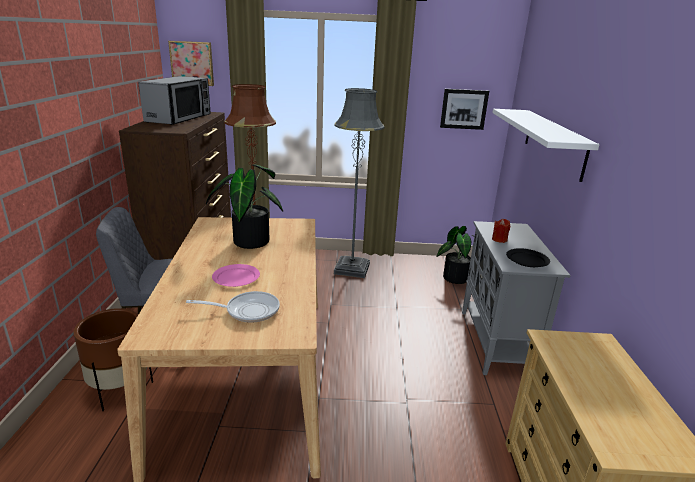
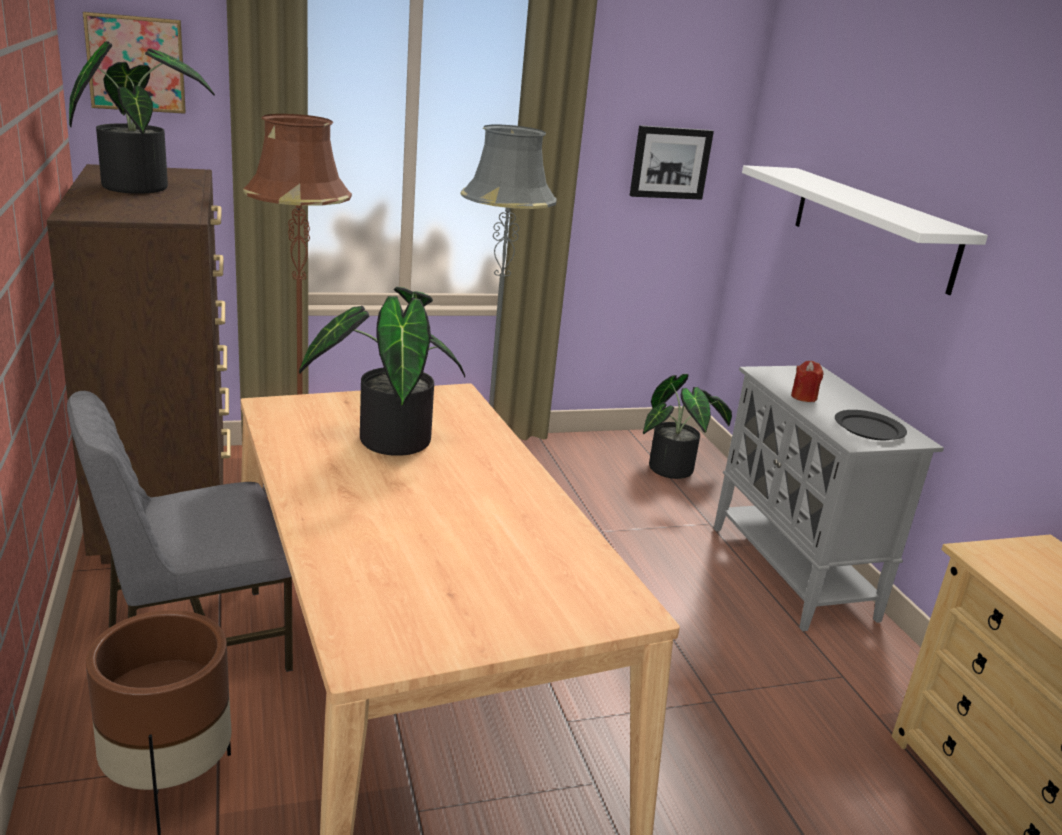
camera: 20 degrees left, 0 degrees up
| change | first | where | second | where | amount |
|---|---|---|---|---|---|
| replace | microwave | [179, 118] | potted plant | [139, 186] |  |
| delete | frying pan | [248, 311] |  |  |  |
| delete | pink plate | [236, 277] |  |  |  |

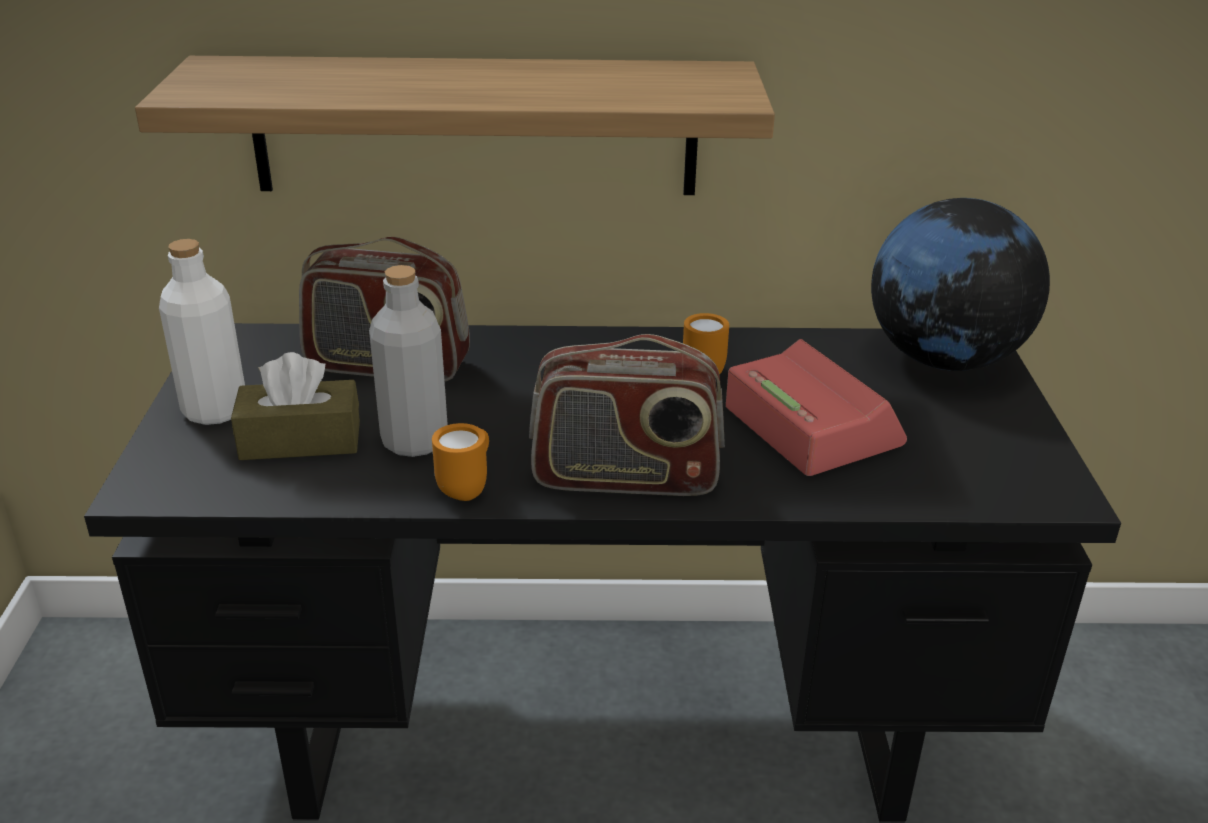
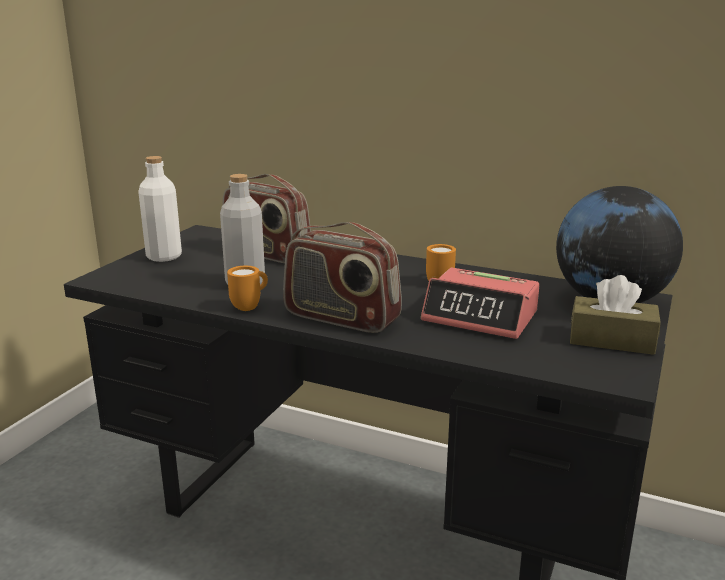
camera: 25 degrees right, 10 degrees down
| change | first | where | second | where | amount |
|---|---|---|---|---|---|
| rotate | alarm clock | [811, 426] |  | [480, 316] | 120 degrees clockwise |
| move | brown tissue box | [300, 440] |  | [611, 340] |  |
| delete | shelf | [475, 126] |  |  |  |

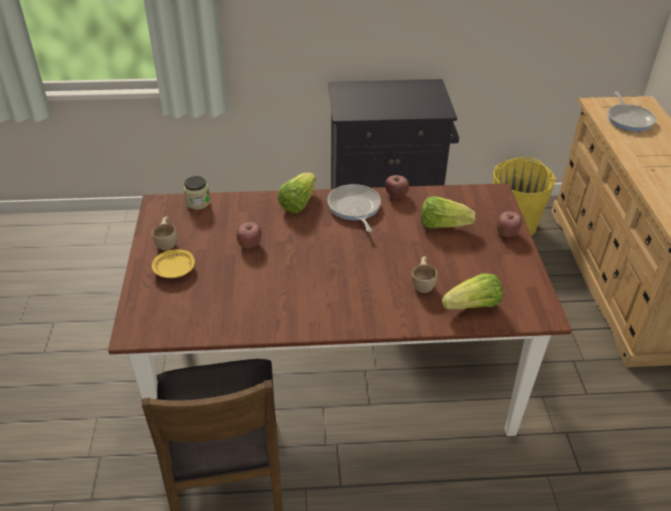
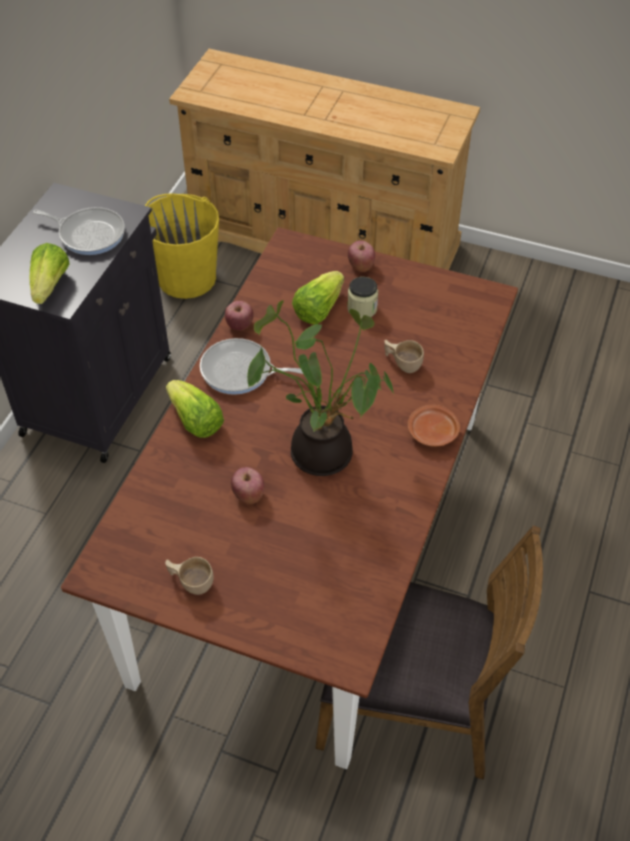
camera: 65 degrees left, 10 degrees up
| change | first | where | second | where | amount |
|---|---|---|---|---|---|
| move | lettuce | [473, 306] |  | [50, 286] |  |
| move | frying pan | [629, 119] |  | [89, 234] |  |
| insert |  |  | potted plant | [322, 450] |  |
| move | jar | [198, 202] |  | [362, 308] |  |
| insert |  |  | brown plate | [432, 432] |  |
| delete | yellow plate | [174, 270] |  |  |  |

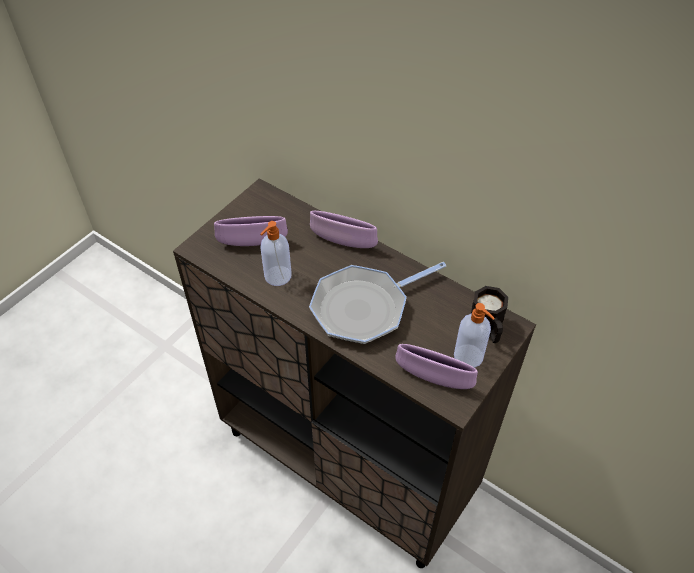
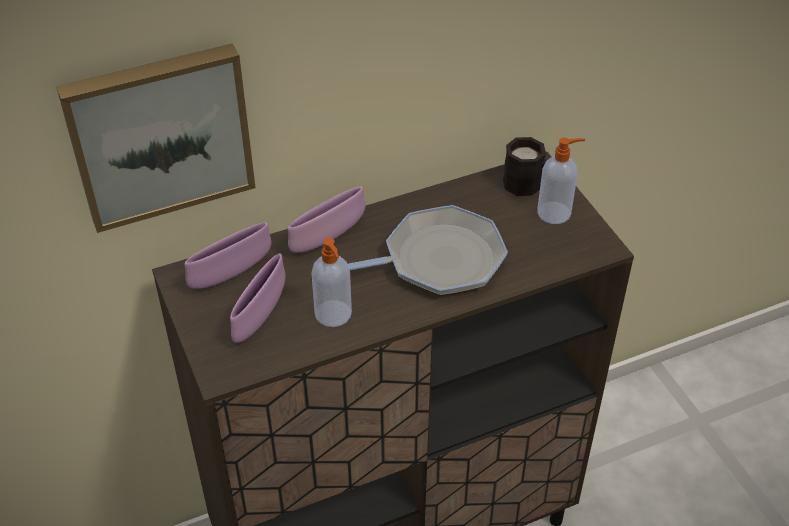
camera: 60 degrees left, 5 degrees down
| change | first | where | second | where | amount |
|---|---|---|---|---|---|
| insert |  |  | picture | [160, 134] |  |
| move | purple bowl | [433, 378] |  | [231, 274] |  |
| rotate | frying pan | [364, 308] |  | [436, 261] | 105 degrees counterclockwise |

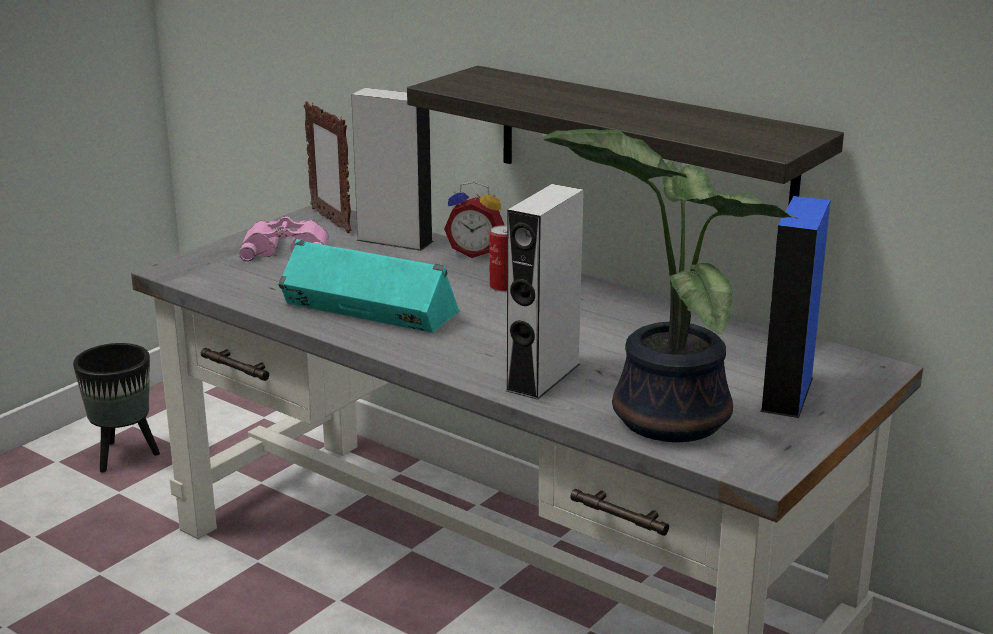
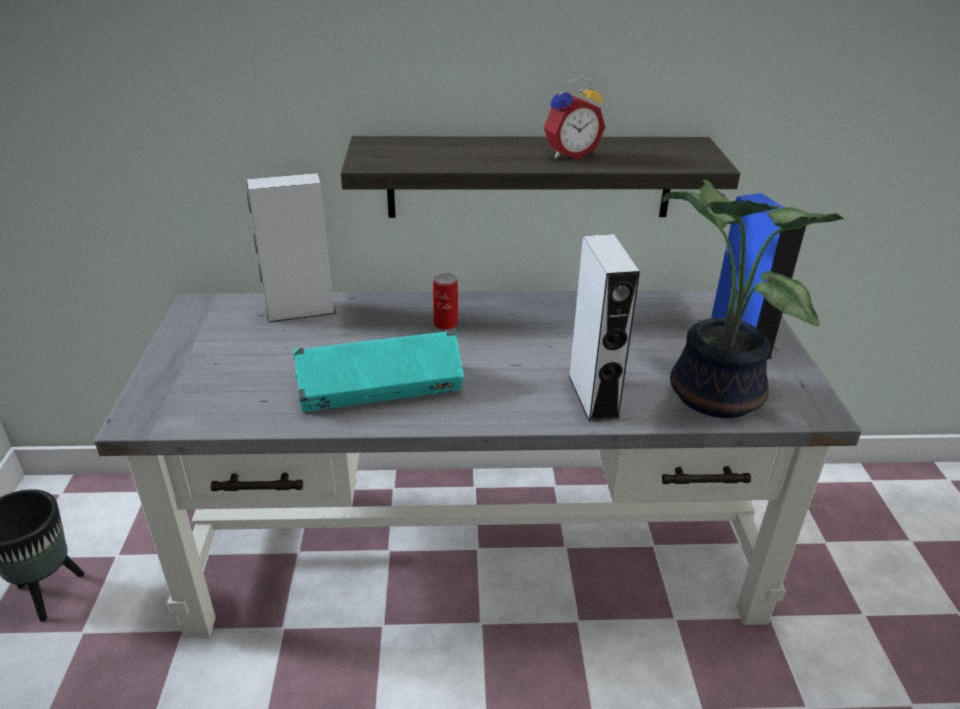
camera: 40 degrees left, 10 degrees up
| change | first | where | second | where | amount |
|---|---|---|---|---|---|
| move | alarm clock | [475, 252] |  | [569, 154] |  |
| delete | pink binoculars | [286, 248] |  |  |  |
| delete | picture frame | [330, 220] |  |  |  |

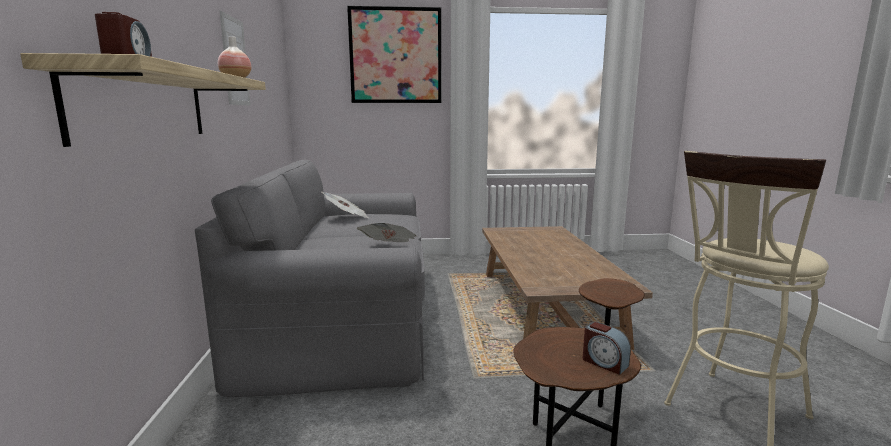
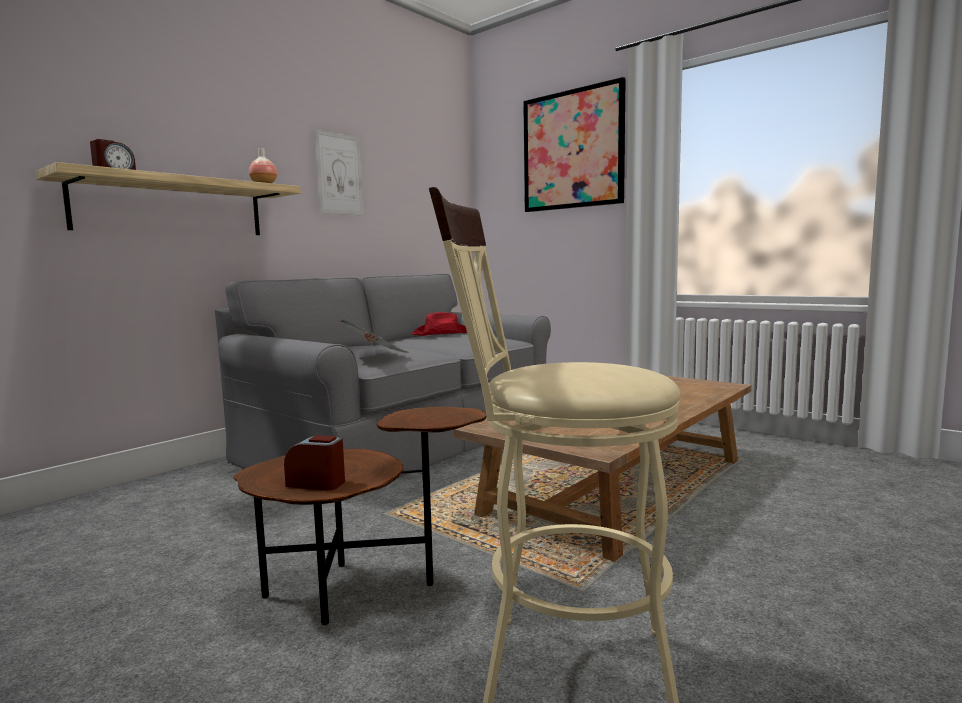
camera: 45 degrees right, 5 degrees down
| change | first | where | second | where | amount |
|---|---|---|---|---|---|
| rotate | alarm clock | [604, 362] |  | [317, 483] | 105 degrees clockwise |
| replace | newspaper | [347, 217] | red hat | [442, 334] |  |

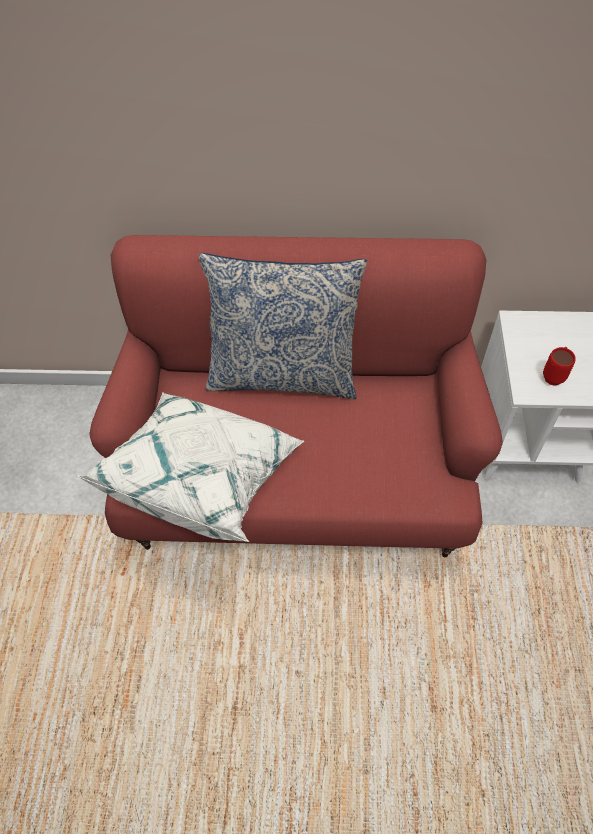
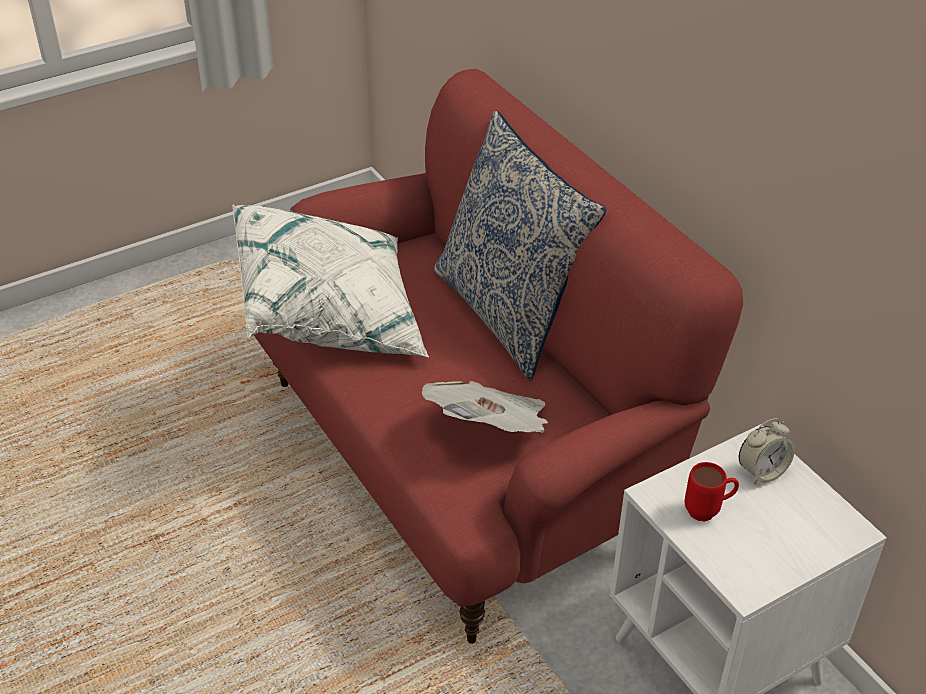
camera: 55 degrees right, 15 degrees down
| change | first | where | second | where | amount |
|---|---|---|---|---|---|
| insert |  |  | newspaper | [490, 430] |  |
| insert |  |  | alarm clock | [762, 472] |  |

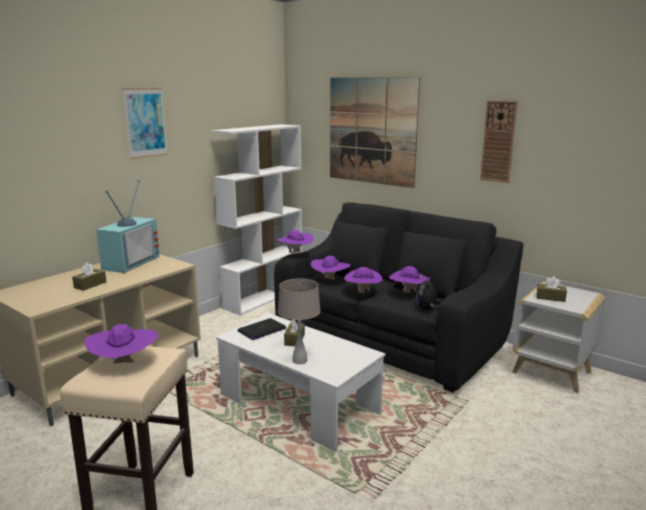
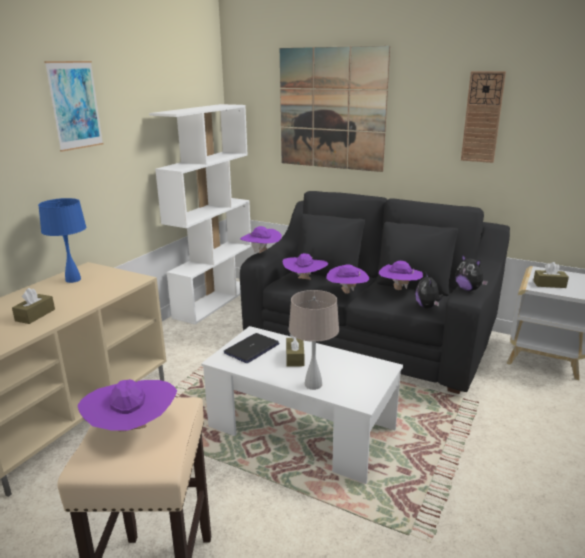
camera: 10 degrees left, 5 degrees up
| change | first | where | second | where | amount |
|---|---|---|---|---|---|
| replace | television | [129, 262] | blue table lamp | [73, 279] |  |
| insert |  |  | plush toy | [468, 289] |  |

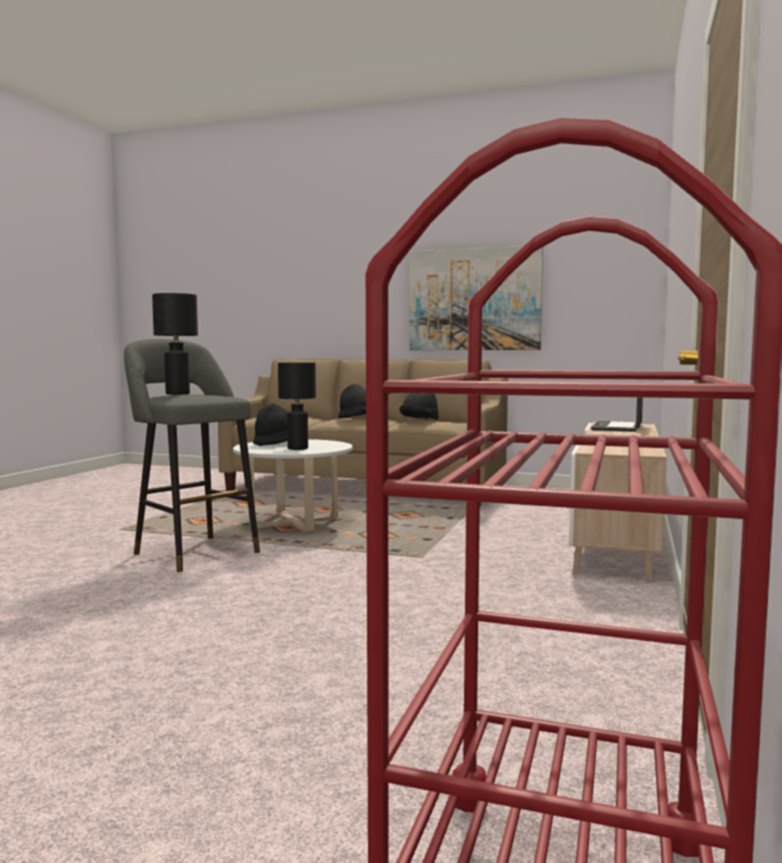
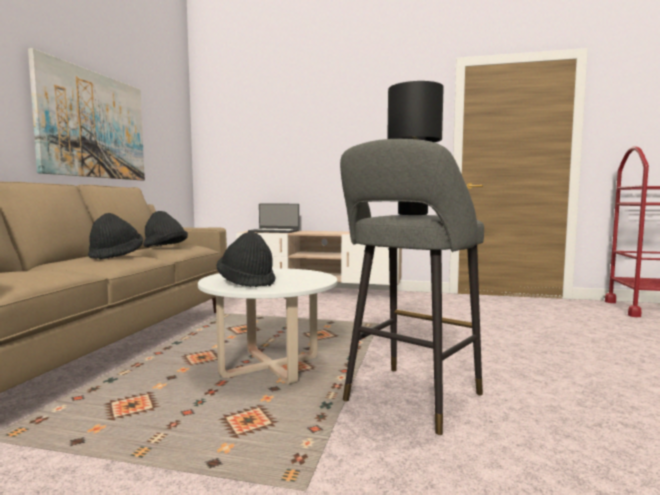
camera: 95 degrees left, 0 degrees up
| change | first | where | second | where | amount |
|---|---|---|---|---|---|
| delete | black table lamp | [298, 448] |  |  |  |

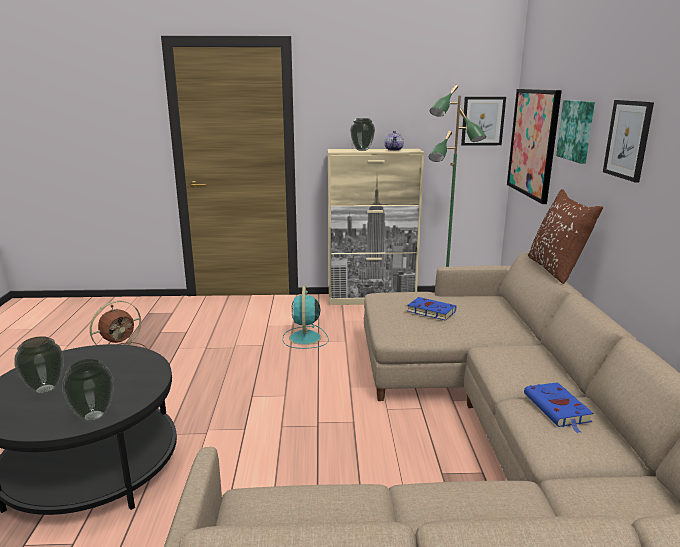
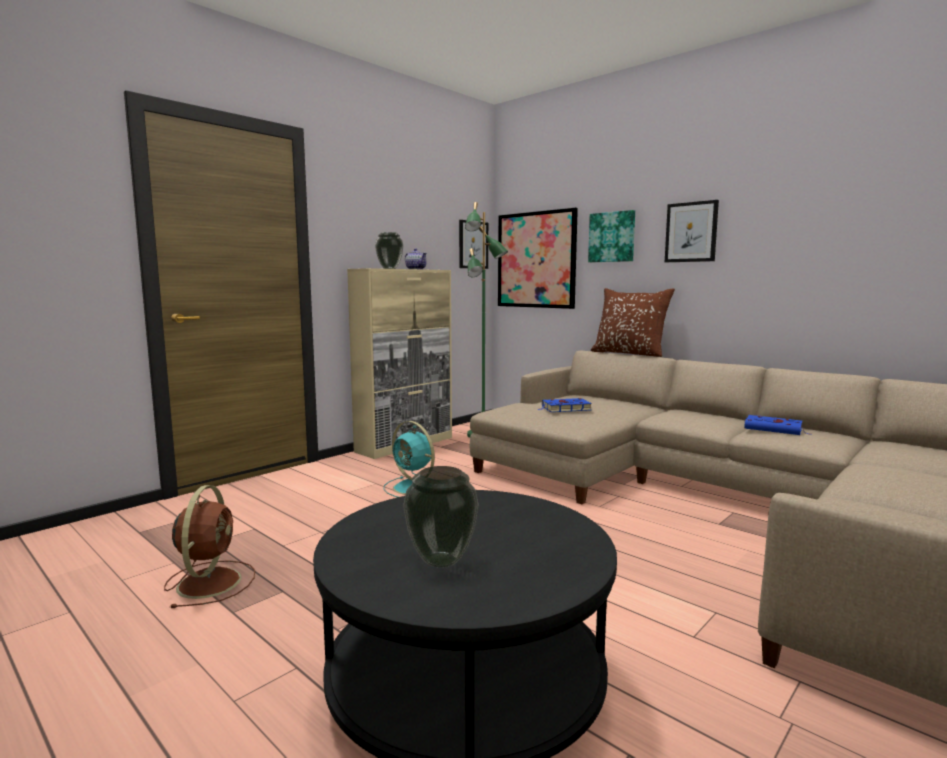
camera: 45 degrees left, 10 degrees down
| change | first | where | second | where | amount |
|---|---|---|---|---|---|
| delete | vase | [93, 416] |  |  |  |

